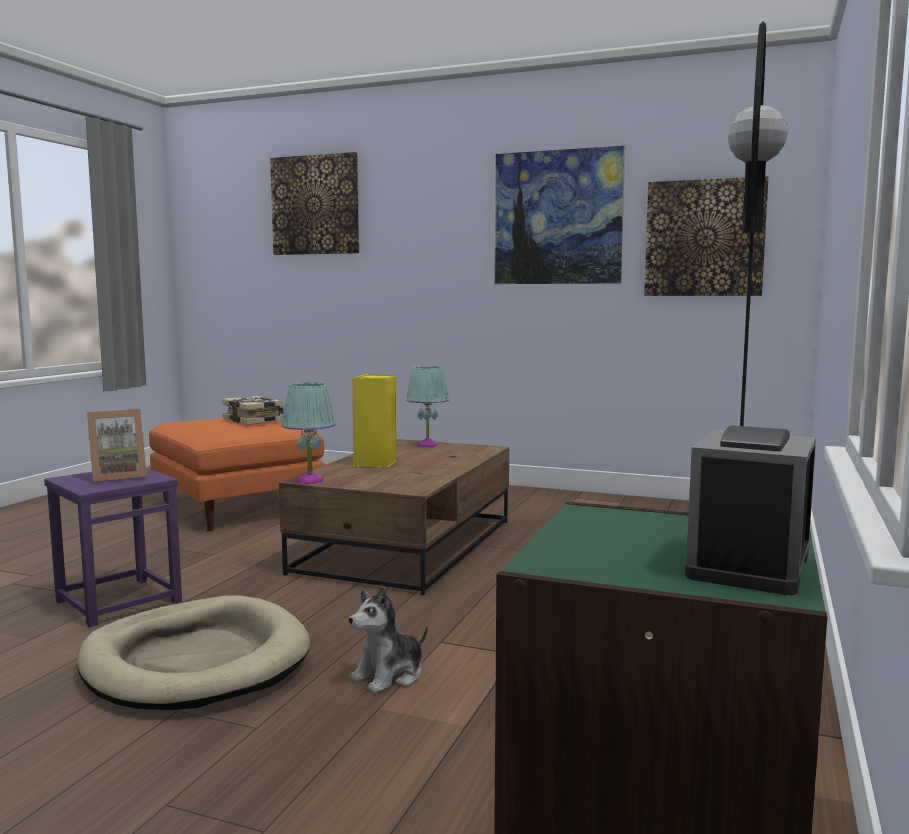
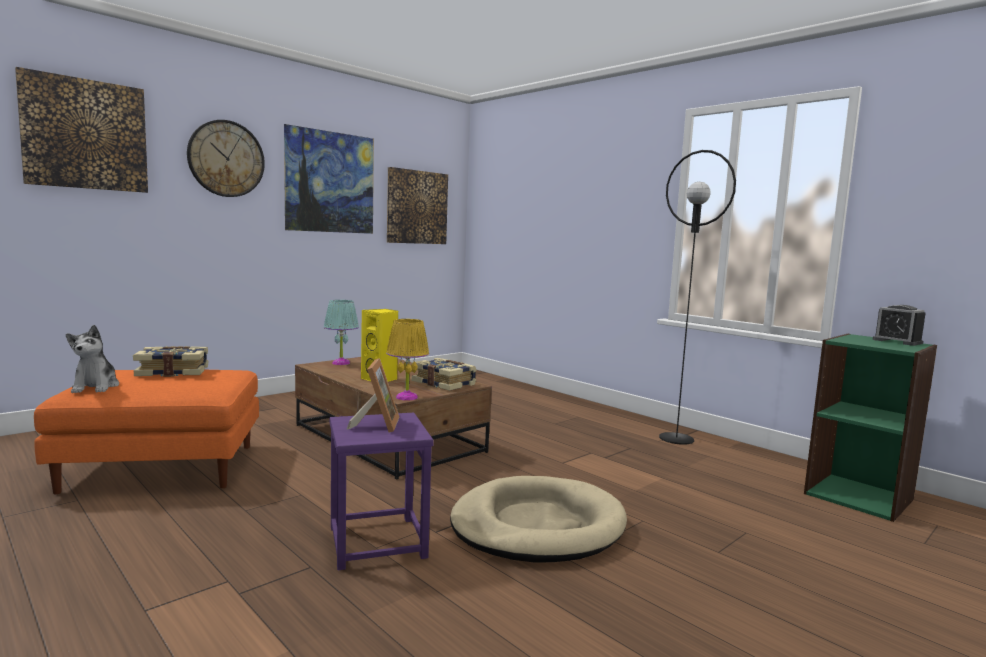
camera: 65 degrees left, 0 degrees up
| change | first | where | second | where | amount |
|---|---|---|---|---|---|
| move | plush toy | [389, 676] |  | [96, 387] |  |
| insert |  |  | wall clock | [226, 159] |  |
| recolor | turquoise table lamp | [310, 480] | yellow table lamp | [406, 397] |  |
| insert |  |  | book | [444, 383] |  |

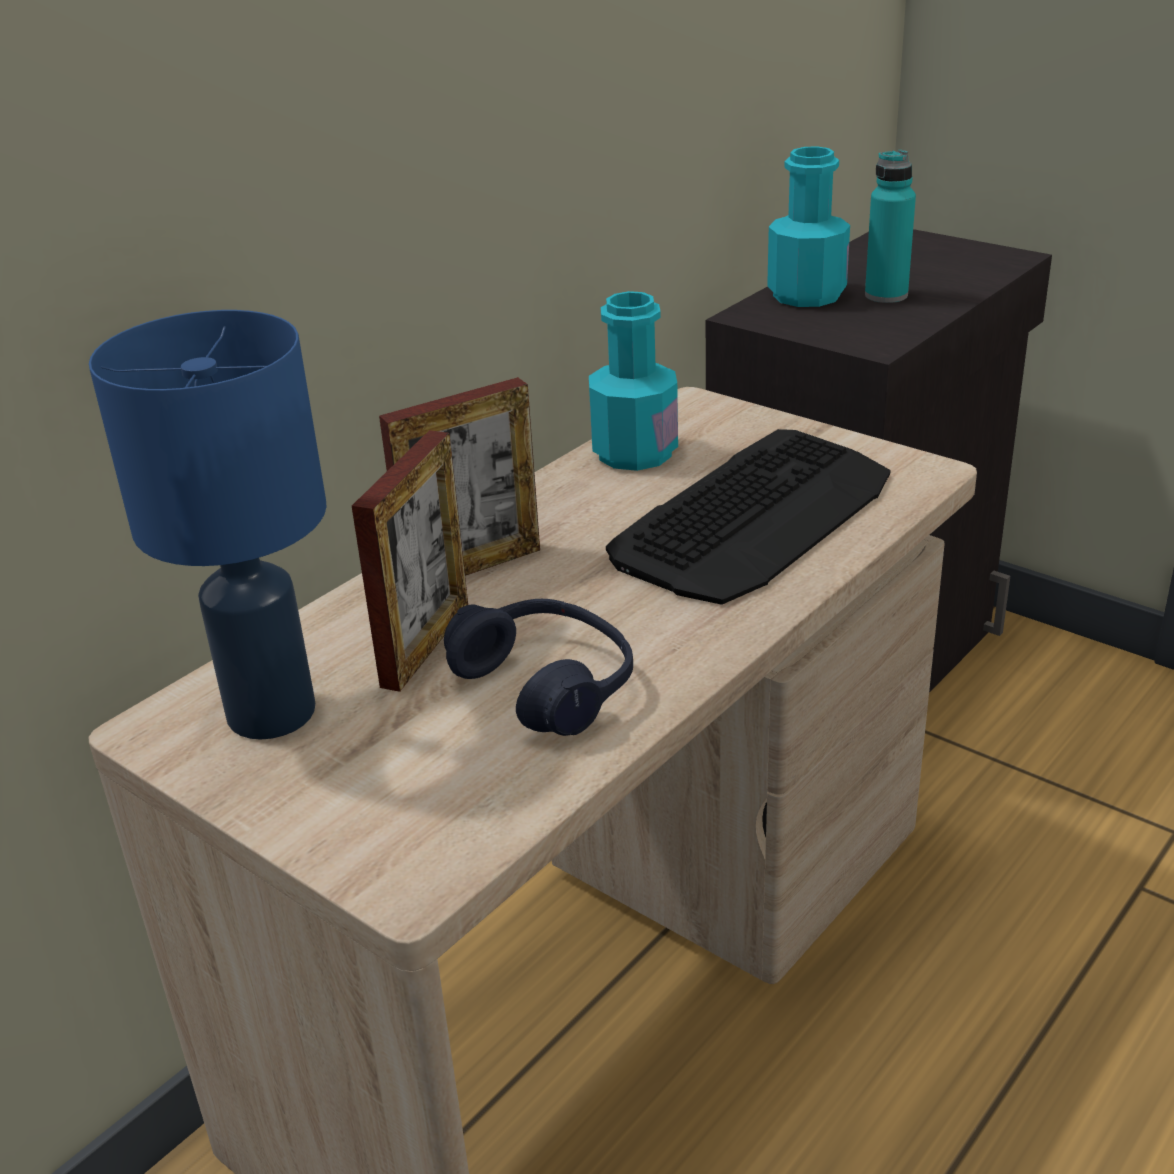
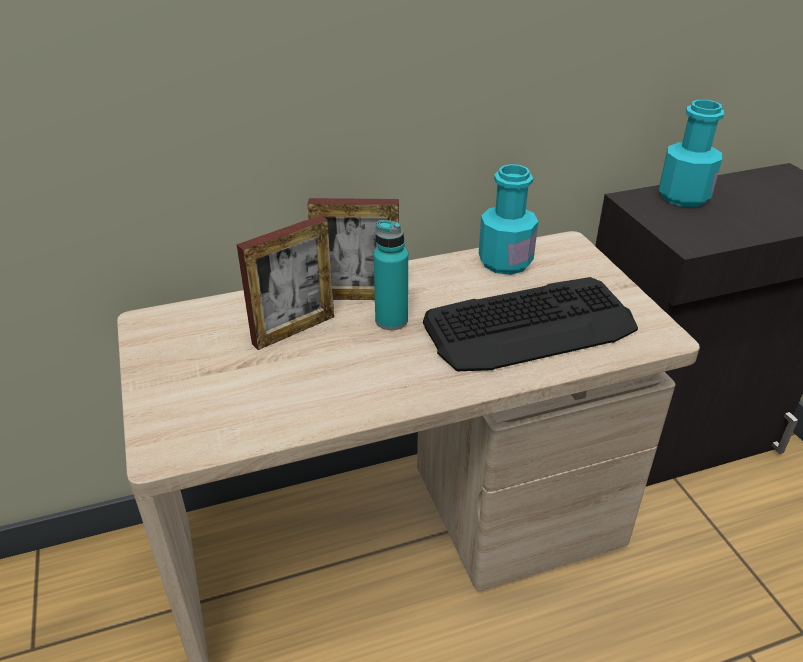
camera: 30 degrees right, 5 degrees up
| change | first | where | second | where | amount |
|---|---|---|---|---|---|
| move | turquoise bottle | [886, 295] |  | [391, 320] |  |
| delete | blue table lamp | [273, 714] |  |  |  |
| delete | blue headphones | [546, 684] |  |  |  |

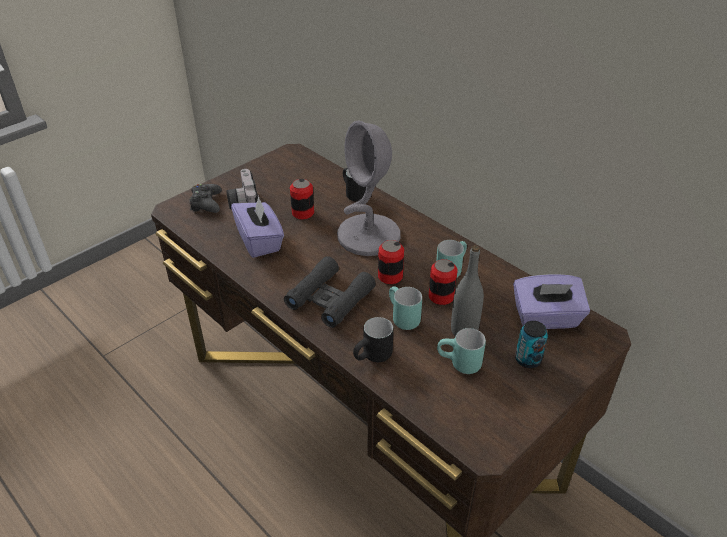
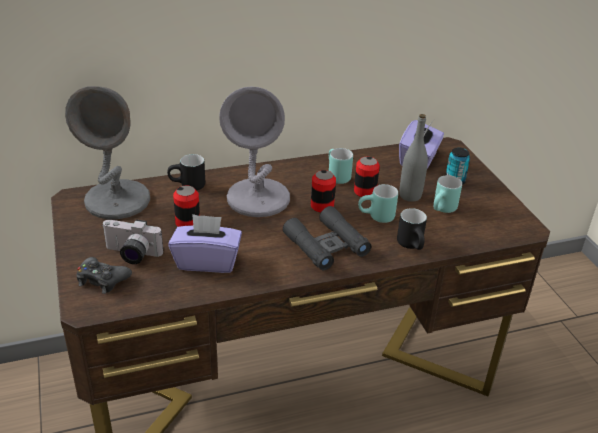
camera: 65 degrees left, 5 degrees down
| change | first | where | second | where | amount |
|---|---|---|---|---|---|
| insert |  |  | grey table lamp | [118, 200] |  |

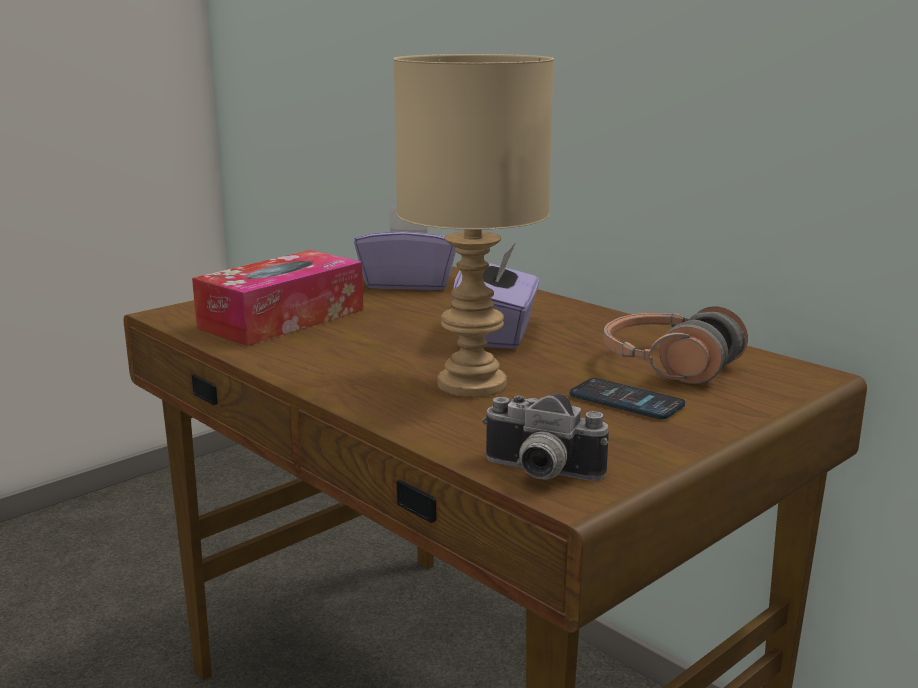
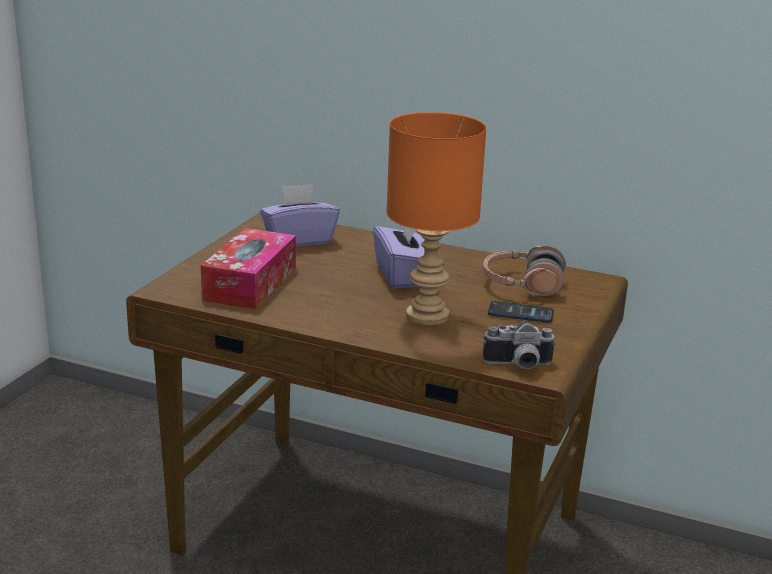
camera: 25 degrees left, 5 degrees up
| change | first | where | second | where | amount |
|---|---|---|---|---|---|
| recolor | beige table lamp | [468, 384] | orange table lamp | [425, 316] |  |

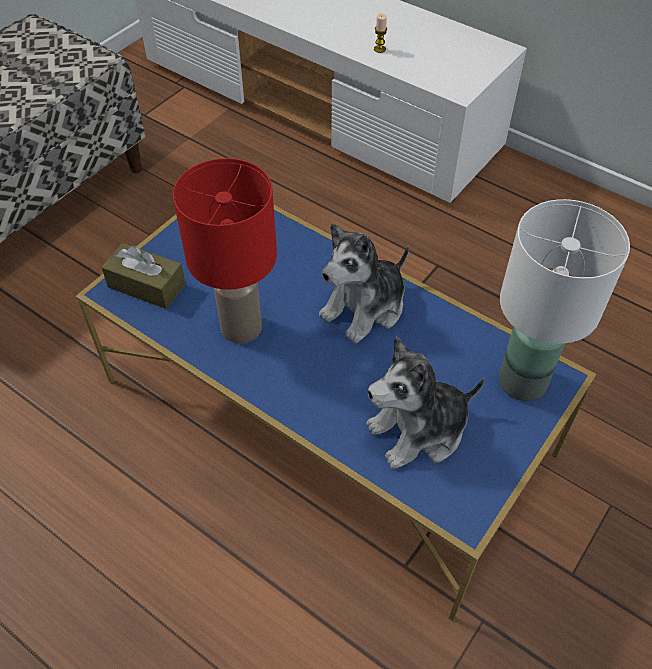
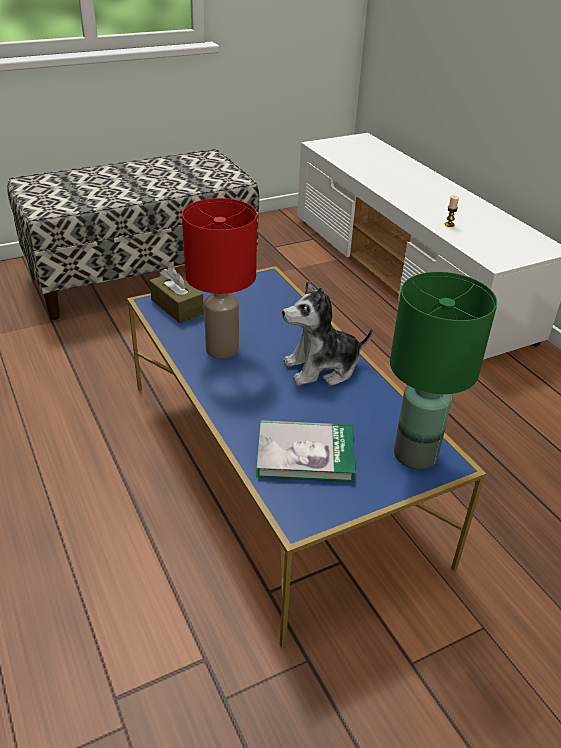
camera: 25 degrees right, 15 degrees down
| change | first | where | second | where | amount |
|---|---|---|---|---|---|
| replace | plush toy | [419, 430] | book | [305, 453] |  |
| recolor | white table lamp | [523, 381] | green table lamp | [416, 455] |  |

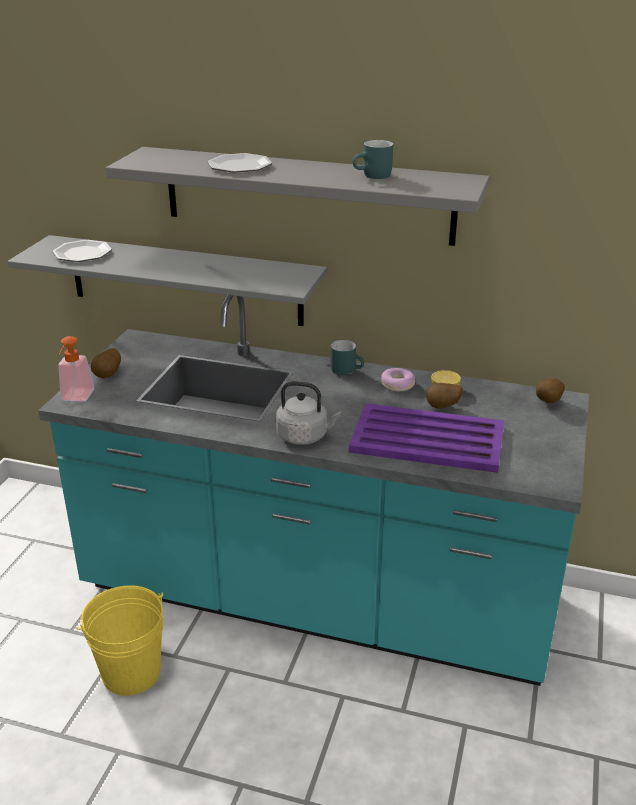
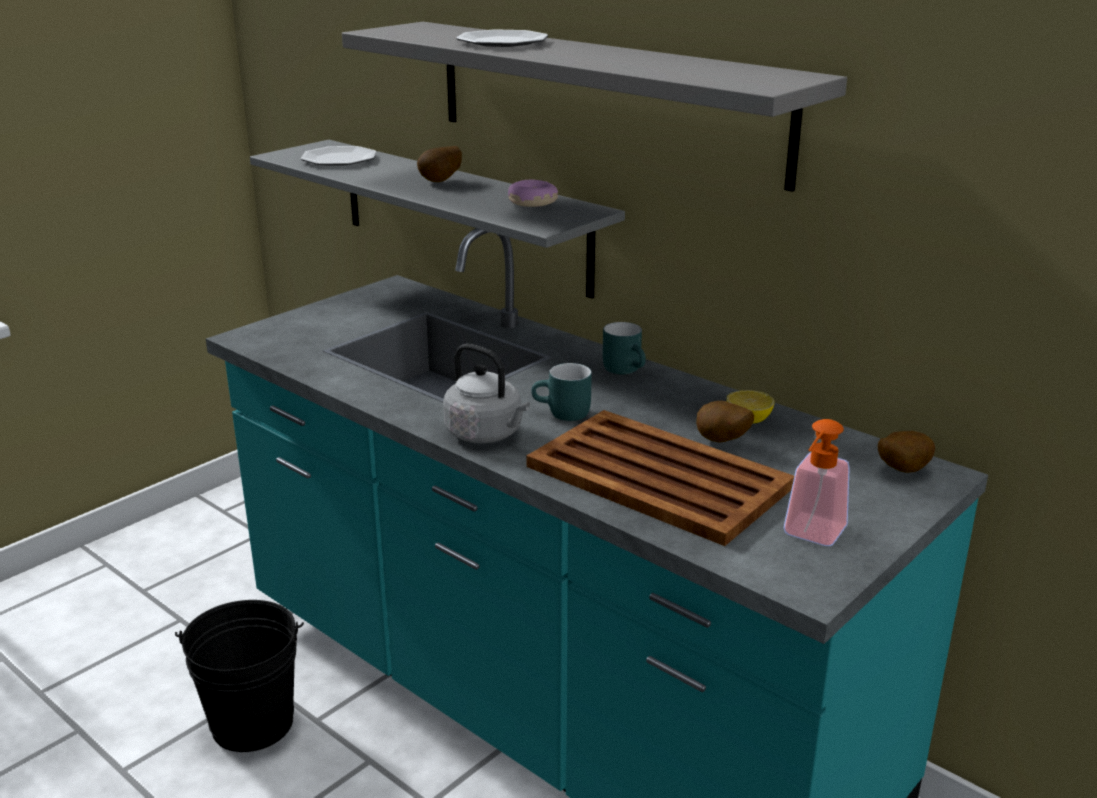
camera: 25 degrees right, 5 degrees down
| change | first | where | second | where | amount |
|---|---|---|---|---|---|
| recolor | yellow bucket | [131, 672] | black bucket | [253, 723] |  |
| move | potato | [108, 375] |  | [441, 181] |  |
| move | donut | [397, 385] |  | [532, 202] |  |
| recolor | purple tray | [429, 440] | brown tray | [659, 478] |  |
| move | turquoise mug | [373, 176] |  | [562, 414] |  |
| move | soap dispenser | [75, 398] |  | [810, 536] |  |

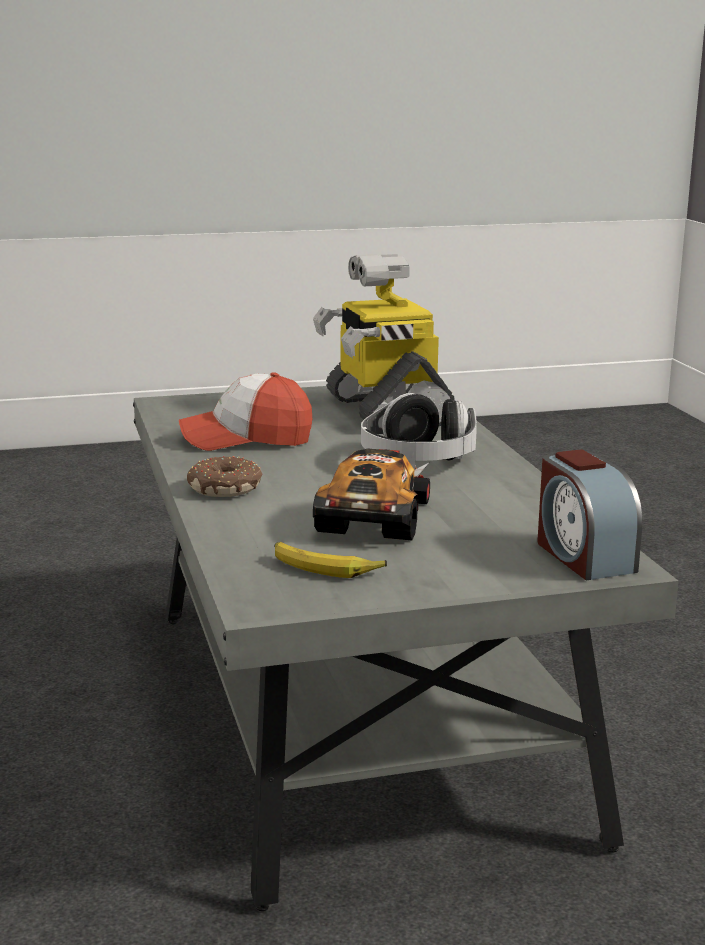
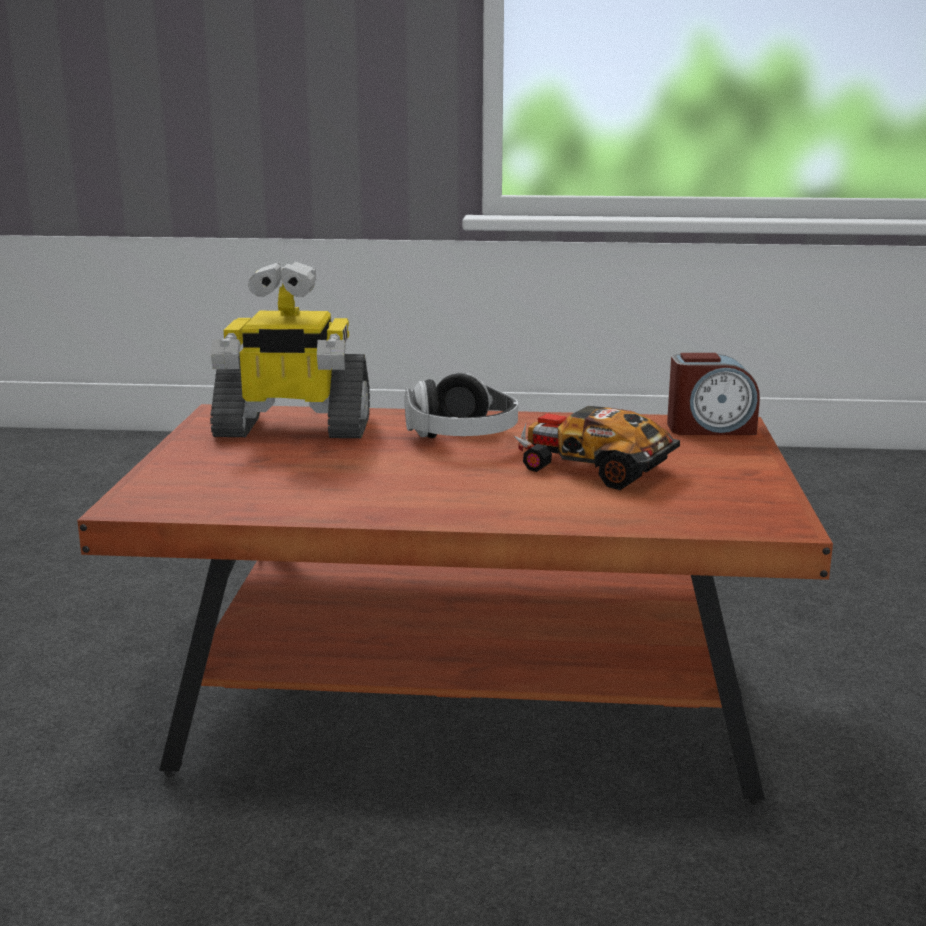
camera: 70 degrees left, 0 degrees up
| change | first | where | second | where | amount |
|---|---|---|---|---|---|
| recolor | grey coffee table | [354, 717] | brown coffee table | [466, 702] |  |
| delete | cap | [246, 439] |  |  |  |
| delete | donut | [226, 488] |  |  |  |
| delete | banana | [325, 567] |  |  |  |

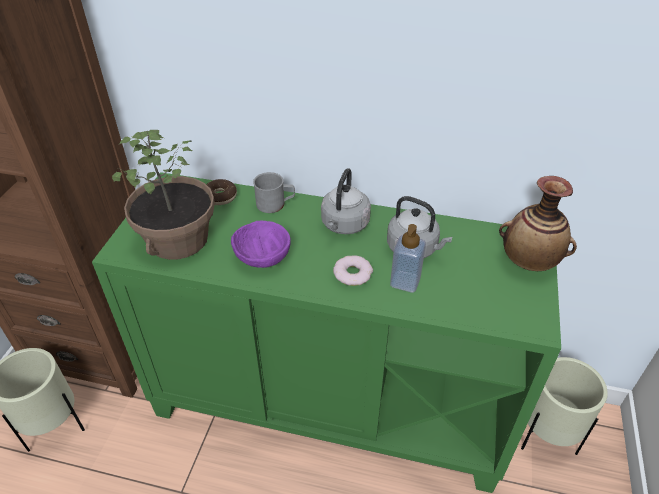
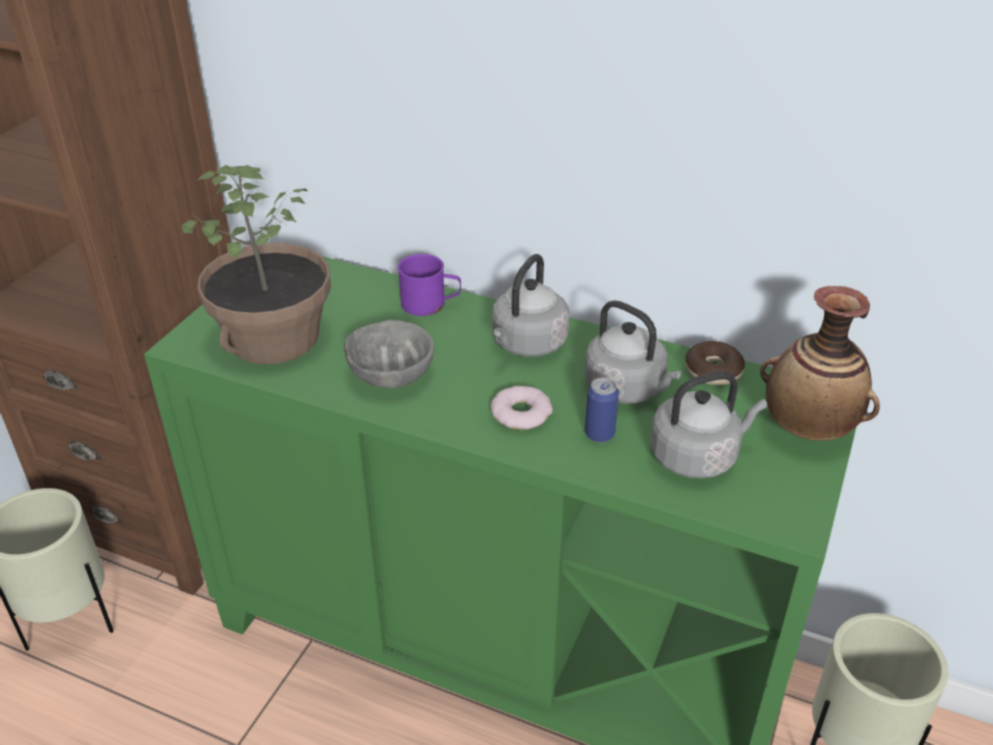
camera: 10 degrees right, 5 degrees down
| change | first | where | second | where | amount |
|---|---|---|---|---|---|
| recolor | purple bowl | [262, 257] | grey bowl | [390, 375] |  |
| recolor | grey mug | [275, 204] | purple mug | [430, 304] |  |
| replace | soap dispenser | [405, 282] | can | [599, 434] |  |
| insert |  |  | grey kettle | [697, 456] |  |
| move | donut | [220, 197] |  | [713, 371] |  |

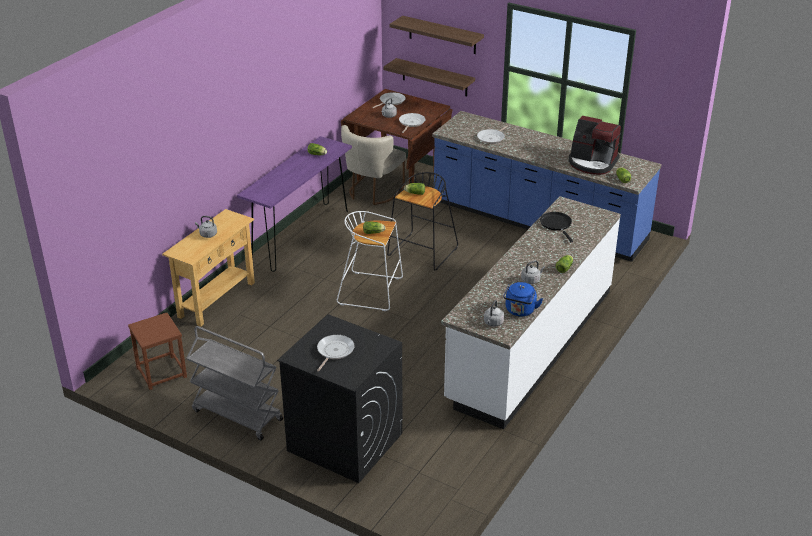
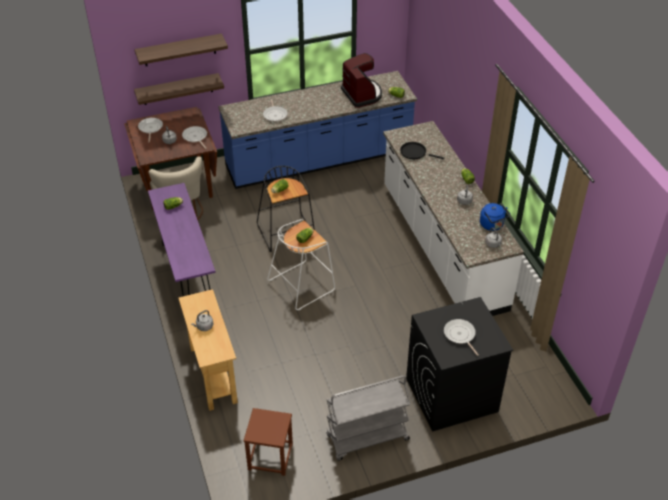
camera: 50 degrees left, 10 degrees up
| change | first | where | second | where | amount |
|---|---|---|---|---|---|
| rotate | coffee machine | [592, 163] |  | [362, 94] | 90 degrees counterclockwise |

